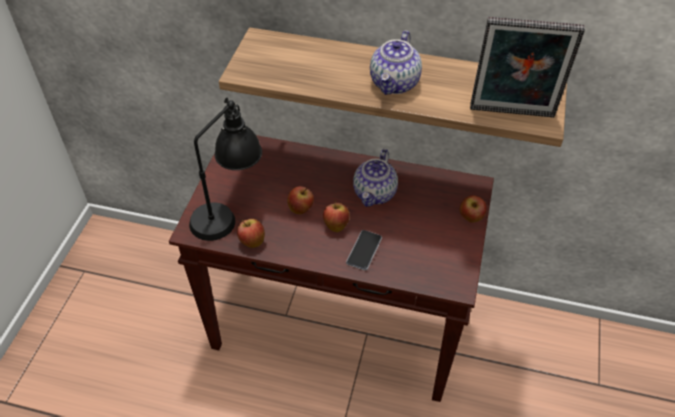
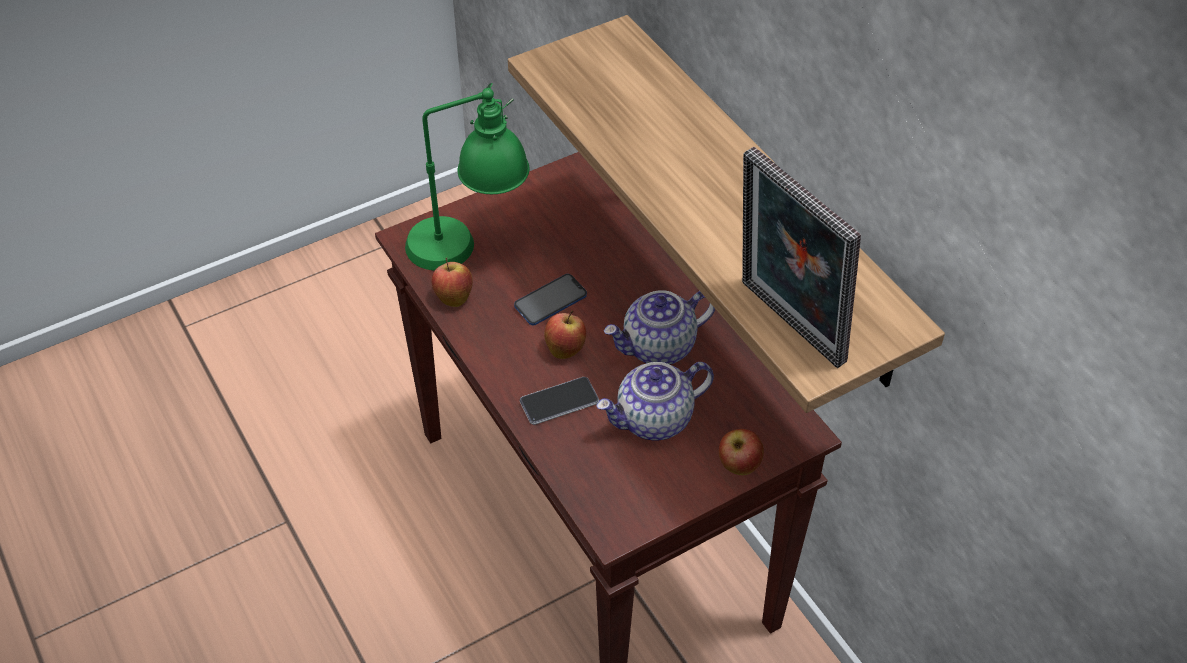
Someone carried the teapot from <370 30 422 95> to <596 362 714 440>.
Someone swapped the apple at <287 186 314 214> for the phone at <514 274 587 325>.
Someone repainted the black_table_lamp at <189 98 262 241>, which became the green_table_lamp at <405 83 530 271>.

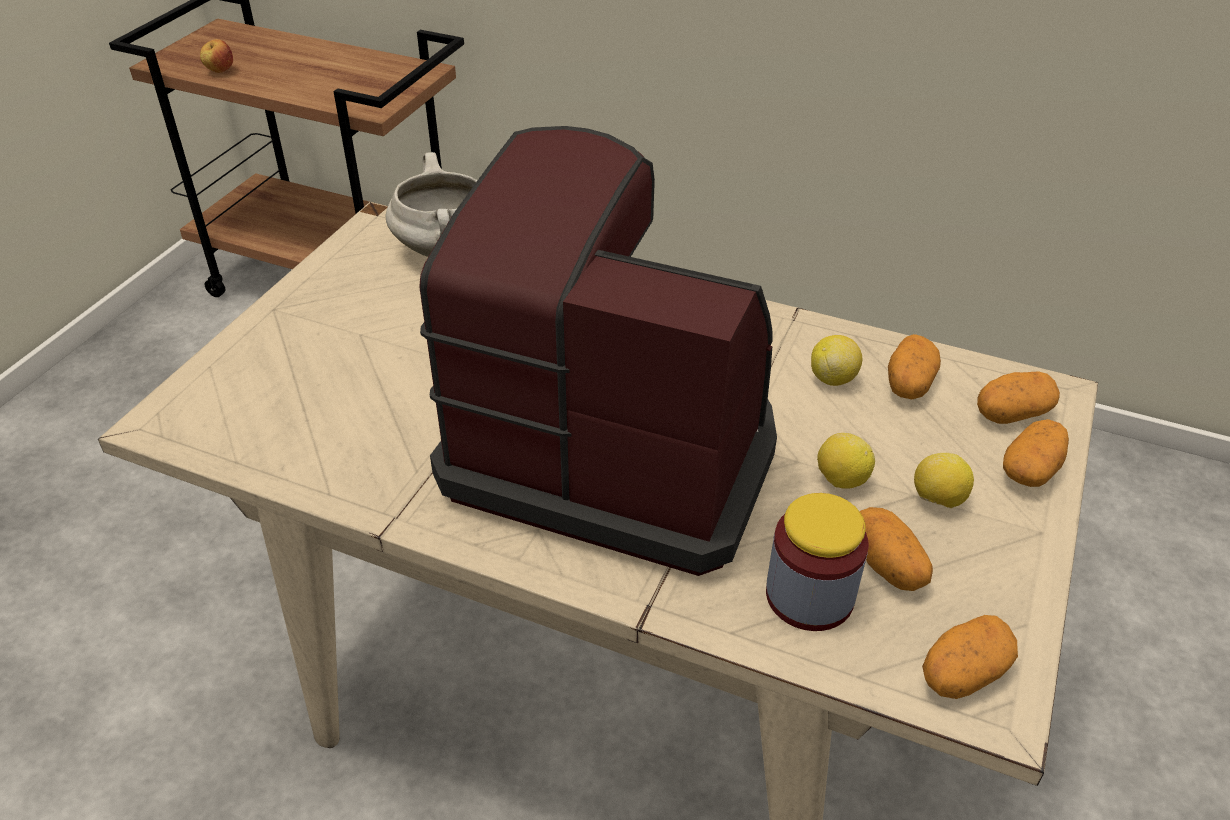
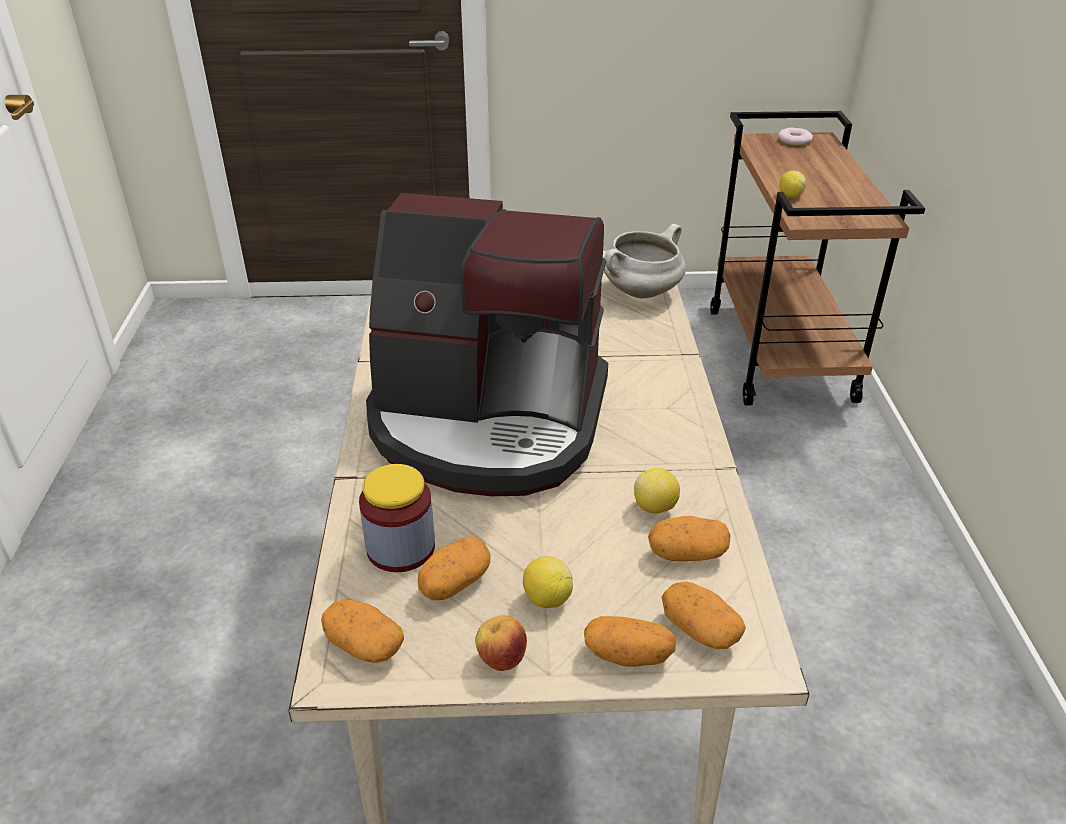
Someone put down the donut at <778 128 813 145>.
Someone carried the apple from <200 39 233 73> to <475 615 527 671>.
Someone carried the lemon from <817 433 875 489> to <779 170 806 198>.
Someone rotated the coffee_machine at <419 126 777 576> by 105 degrees clockwise.

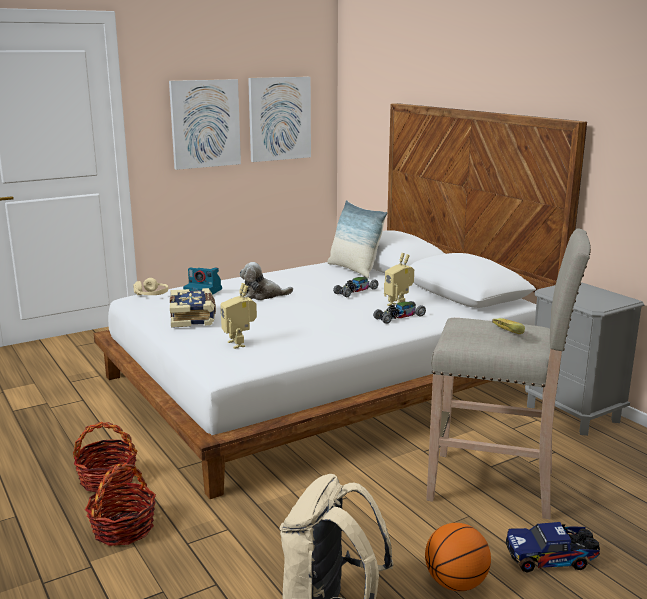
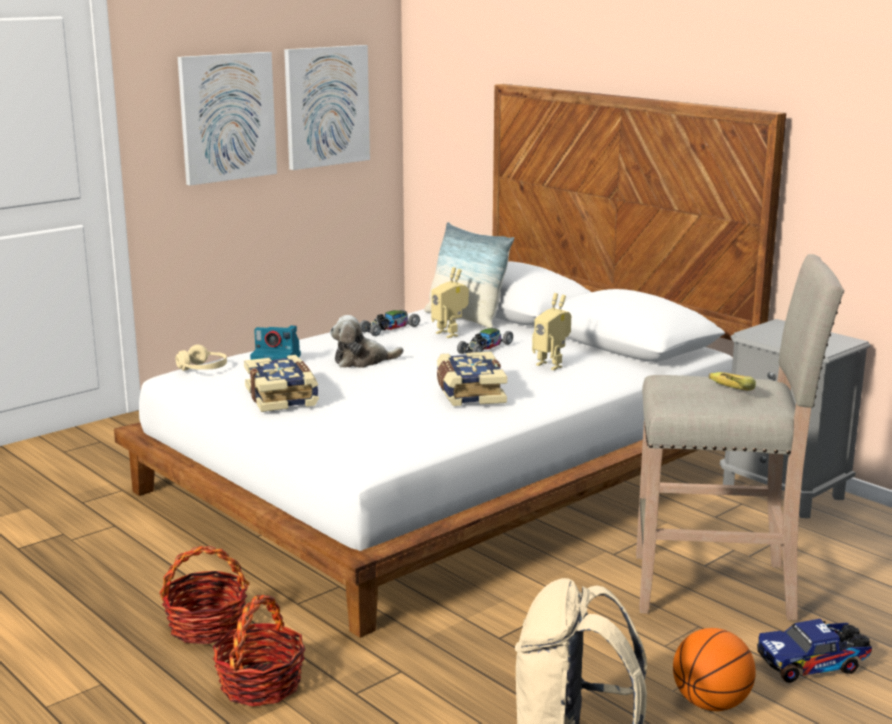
Someone put down the book at <437 352 507 406>.
Someone carried the toy_robot from <221 283 257 349> to <431 267 469 338>.
Someone carried the toy_car from <373 301 426 324> to <360 310 420 336>.

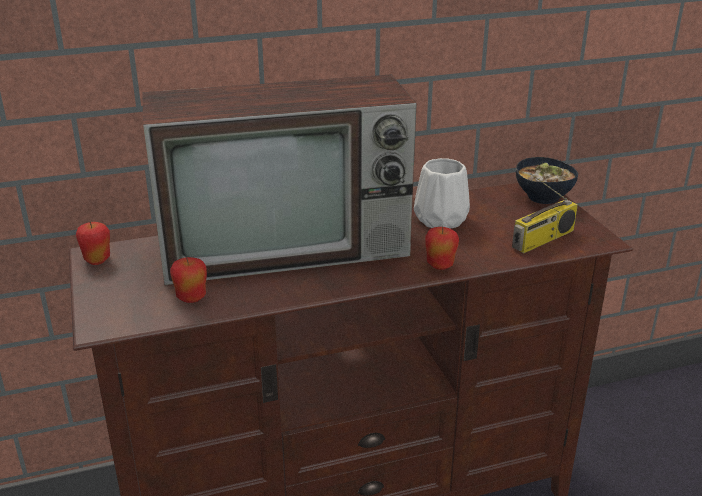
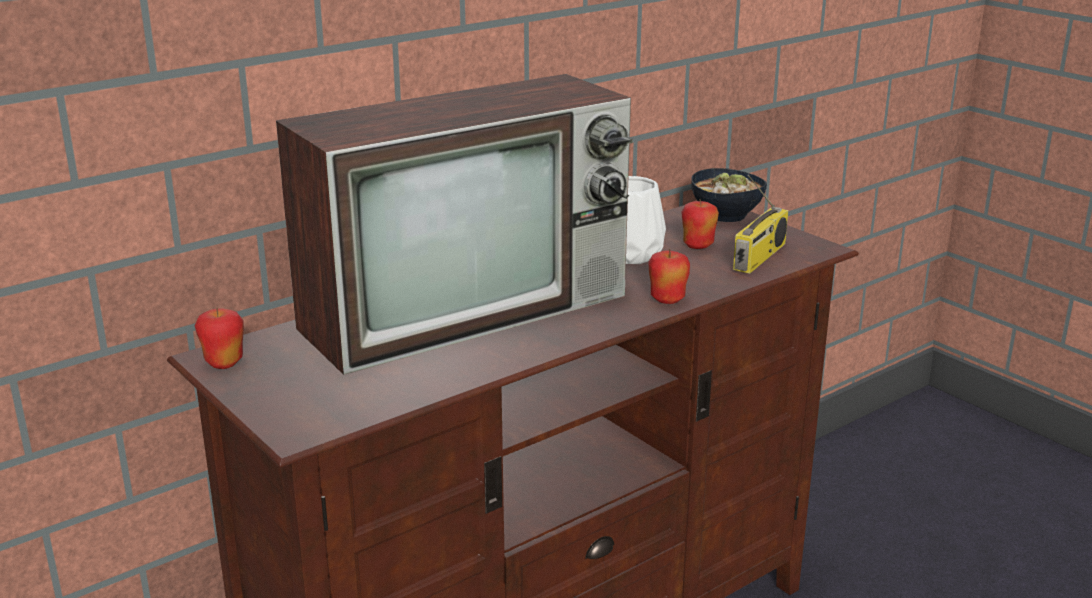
Someone carried the apple from <170 257 207 303> to <681 199 719 249>.

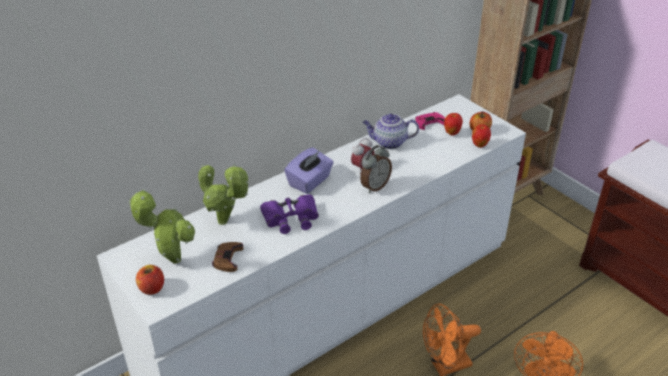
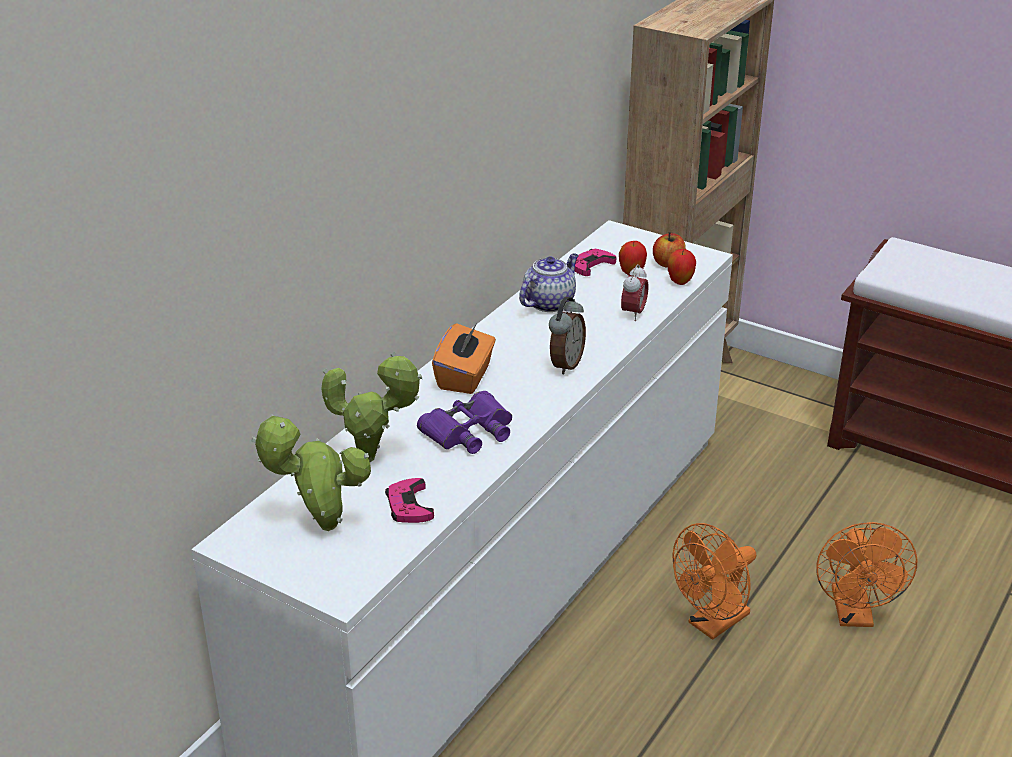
Someone took away the apple at <136 265 164 295>.
Someone carried the alarm_clock from <351 138 375 172> to <621 264 648 321>.
Someone repainted the brown_game_controller at <212 242 243 272>, which became the pink_game_controller at <385 478 434 523>.
Someone repainted the purple_tissue_box at <284 147 334 194>, which became the orange_tissue_box at <432 322 496 394>.
Someone rotated the teapot at <363 114 419 149> by 150 degrees clockwise.

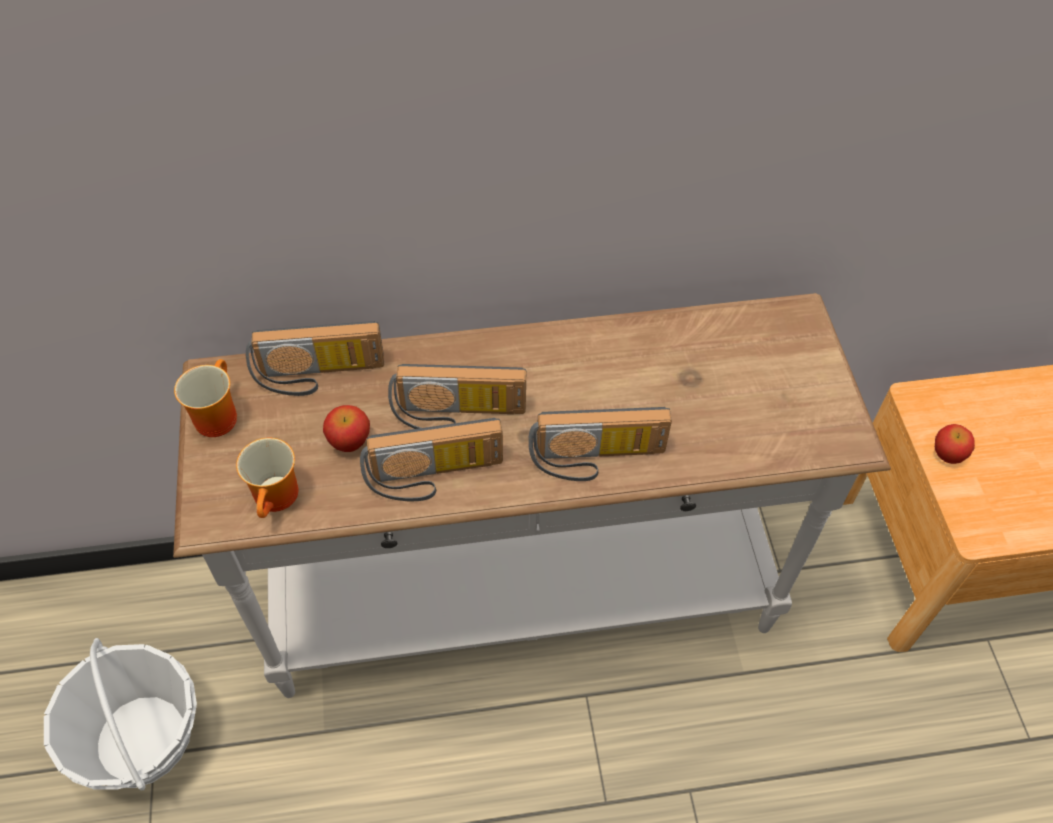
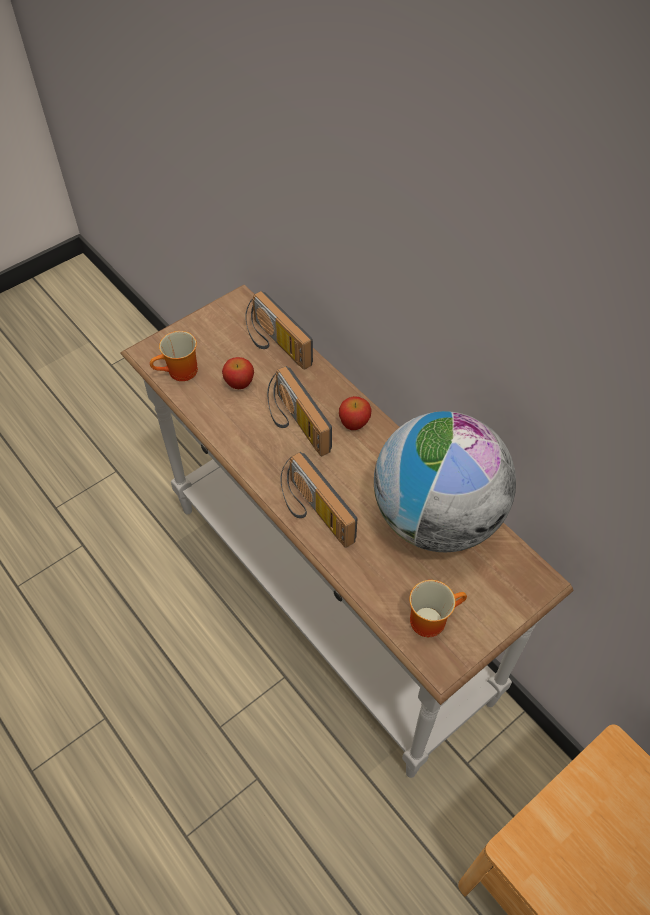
Someone took away the basket at <44 638 197 790>.
Someone took away the radio at <360 418 503 501>.
Someone put down the globe at <374 411 516 552>.
Someone carried the mug from <174 359 237 437> to <410 580 467 637>.
Someone carried the apple from <935 424 975 464> to <339 396 372 430>.

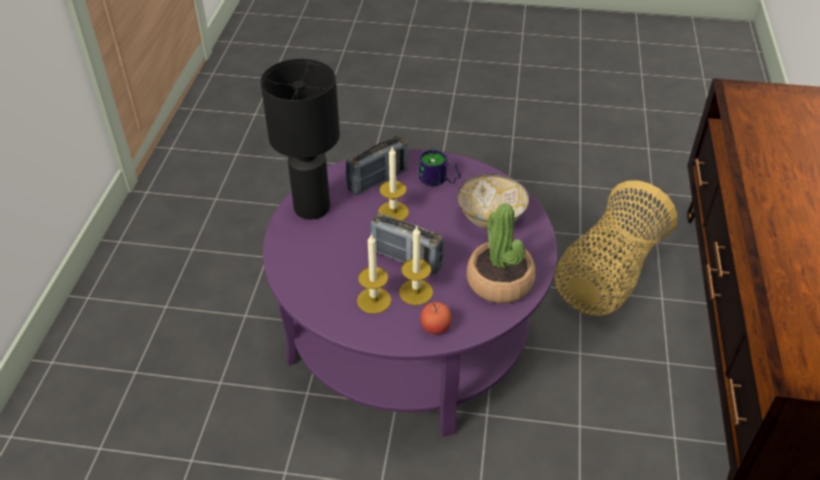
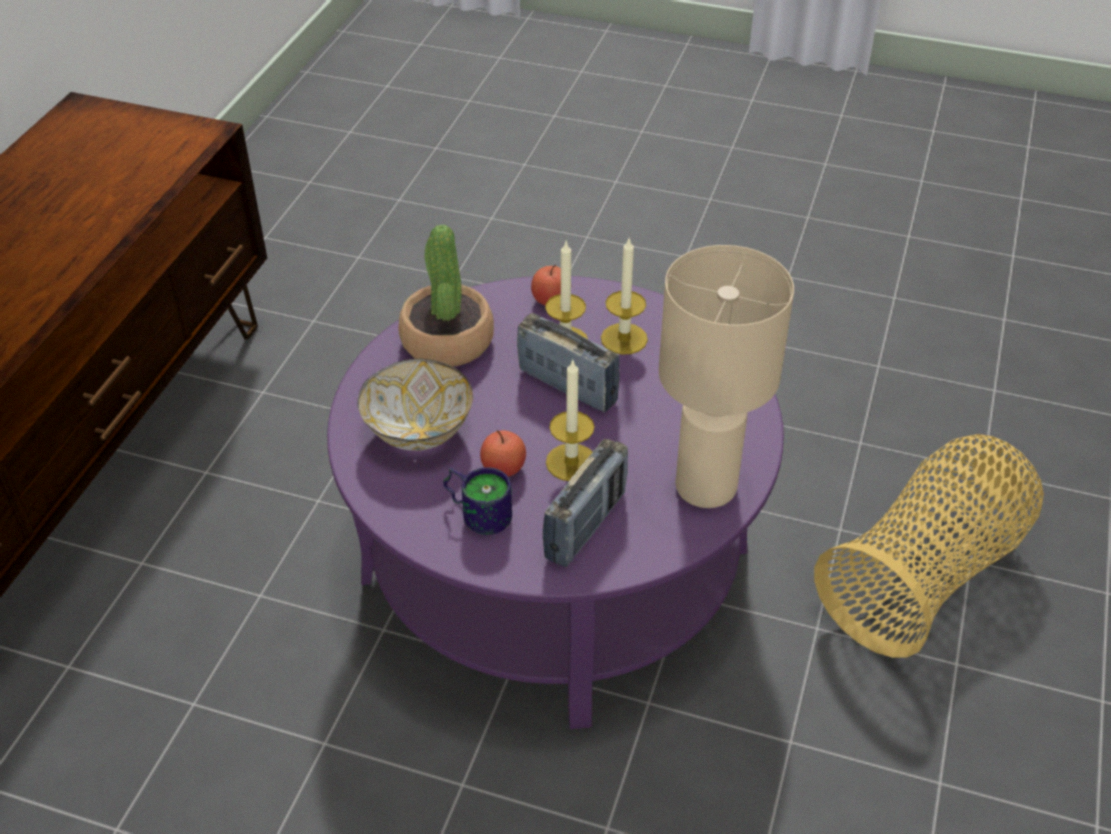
Someone put down the apple at <480 430 526 477>.
Someone carried the basket from <555 180 678 316> to <814 434 1044 658>.
Someone repainted the black_table_lamp at <260 59 340 220>, which became the beige_table_lamp at <659 245 794 508>.
Someone rotated the radio at <346 135 408 196> by 150 degrees clockwise.

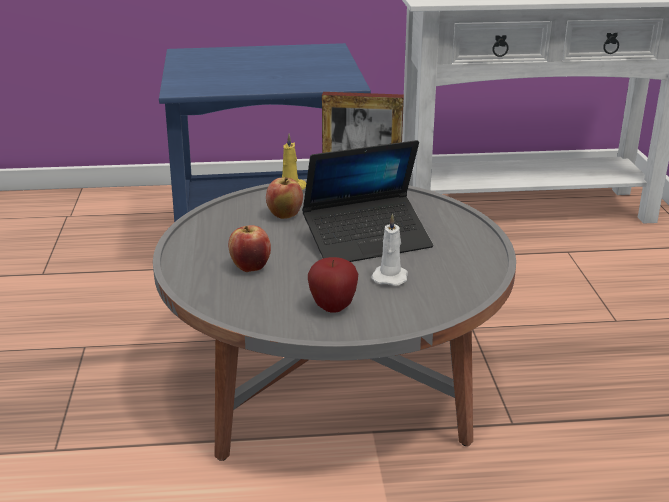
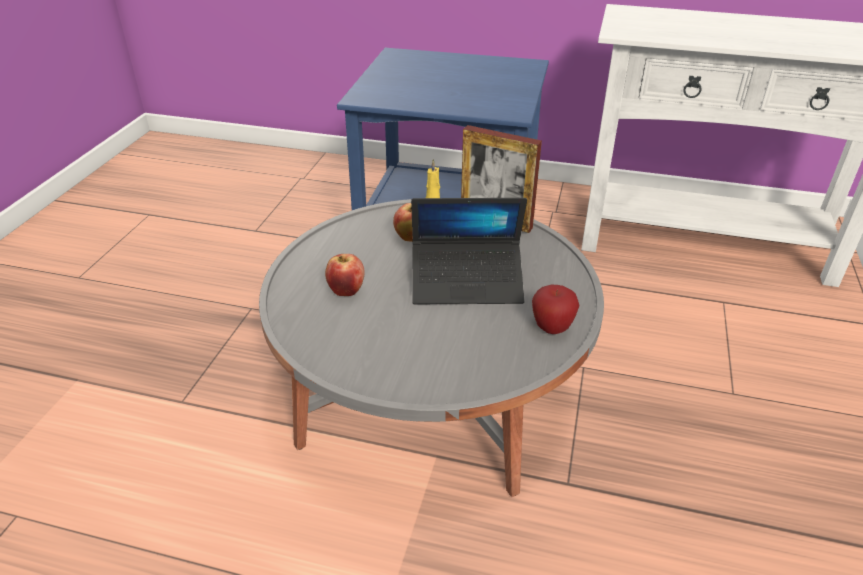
Someone took away the white_candle at <371 213 408 286>.
Someone carried the apple from <308 257 358 313> to <532 285 580 334>.

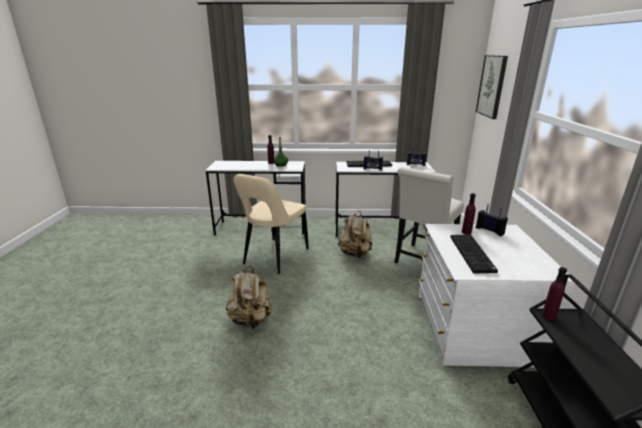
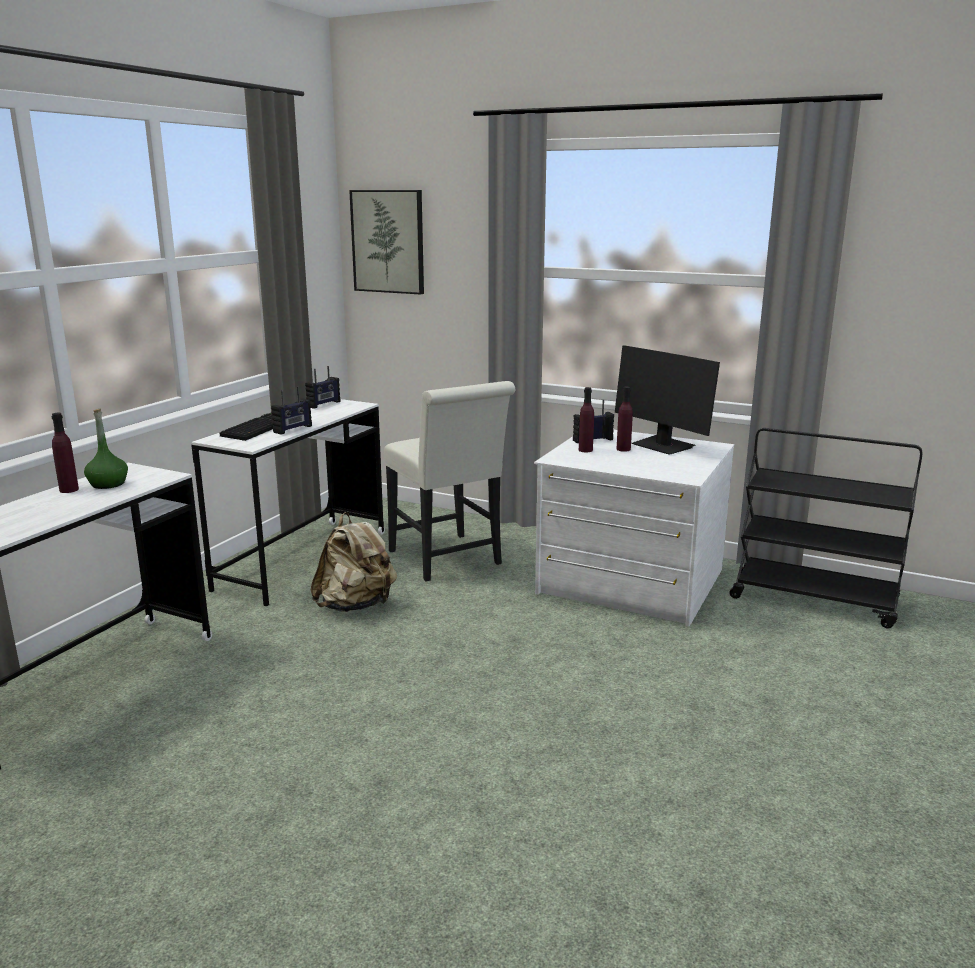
Someone took away the beige_backpack at <226 266 272 330>.
Someone took away the beige_chair at <233 174 309 274>.
Someone took away the keyboard at <450 234 498 274>.
Someone put down the monitor at <615 345 720 455>.
Someone carried the purple_bottle from <542 267 567 320> to <617 387 633 452>.

